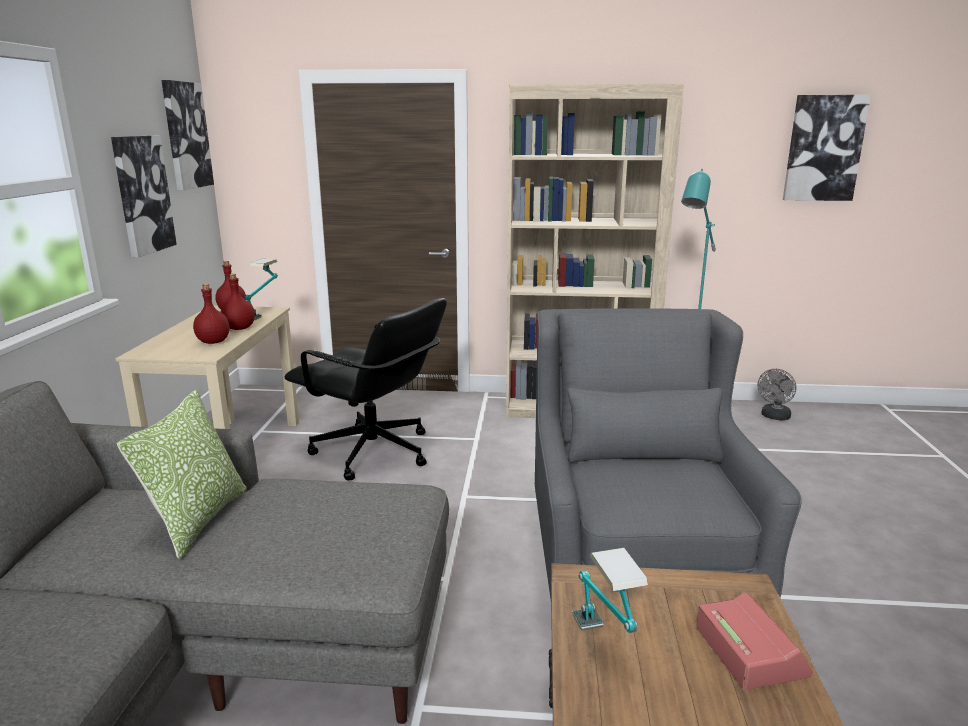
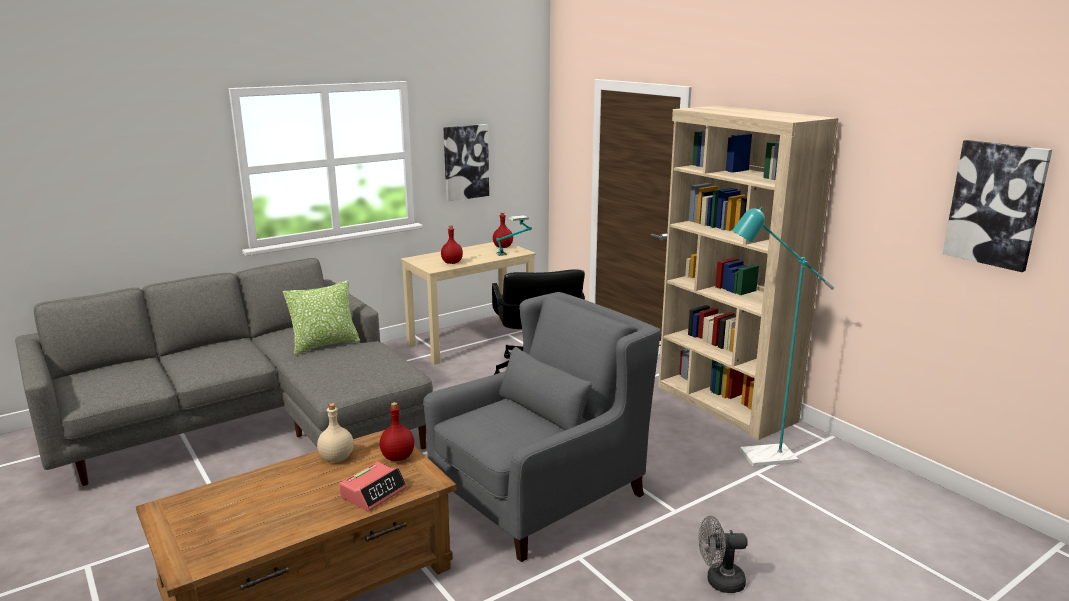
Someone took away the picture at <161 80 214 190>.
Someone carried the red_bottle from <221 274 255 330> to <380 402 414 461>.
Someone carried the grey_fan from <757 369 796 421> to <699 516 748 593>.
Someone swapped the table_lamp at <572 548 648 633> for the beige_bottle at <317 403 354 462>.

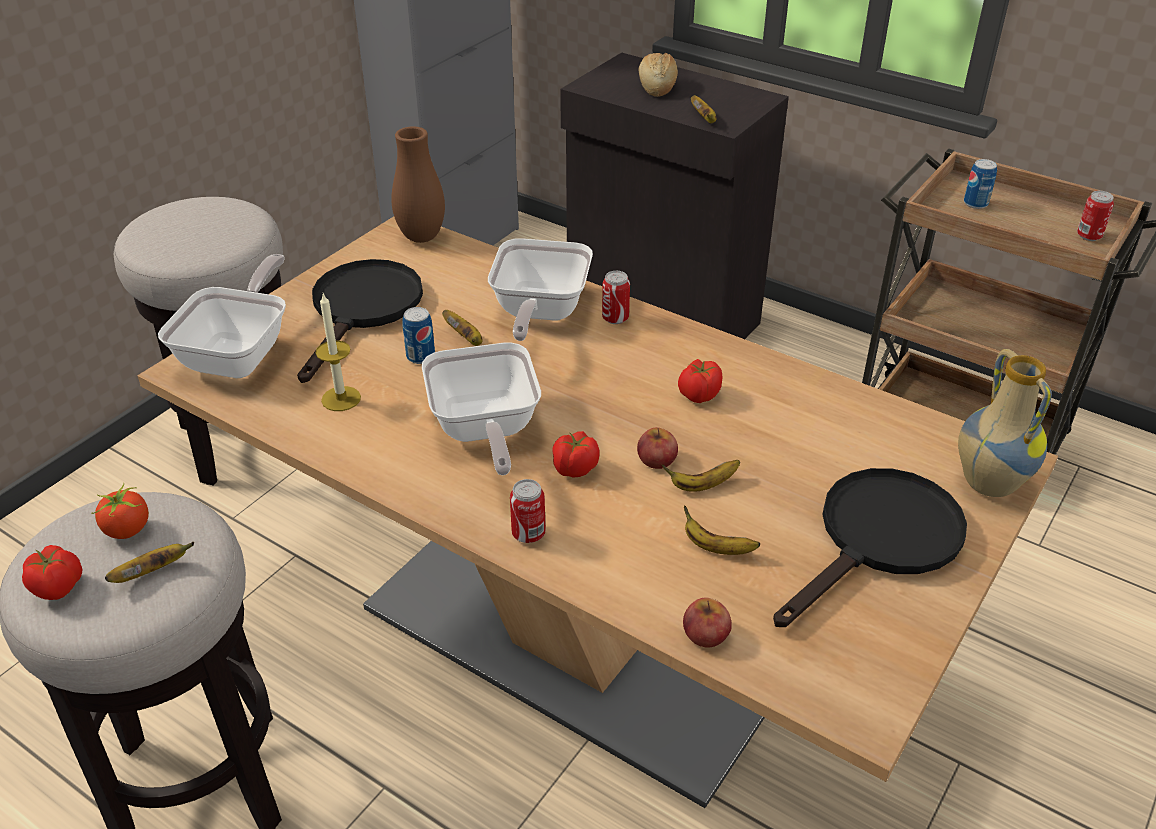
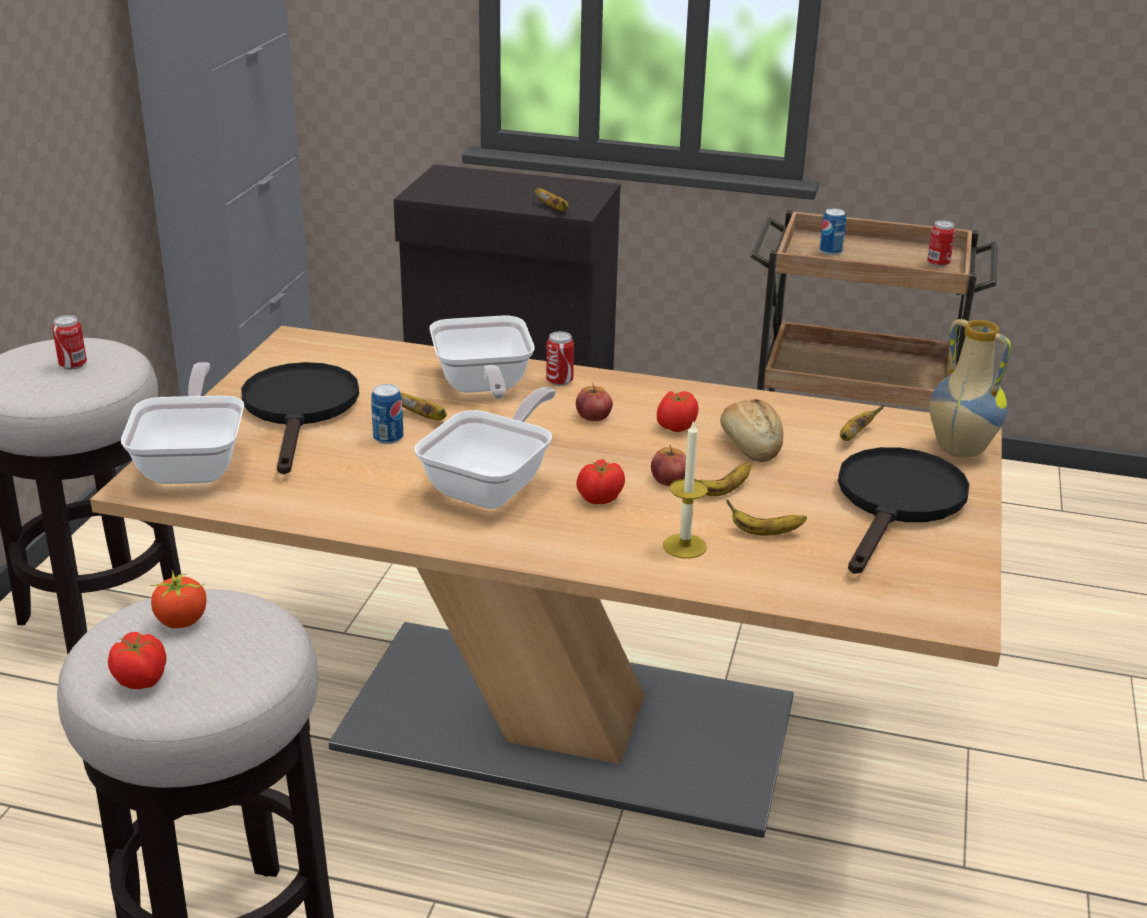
Someone took away the brown_vase at <391 127 445 243>.
Someone carried the banana from <105 542 194 583> to <840 405 884 441>.
Someone carried the candle from <315 294 361 411> to <663 420 708 559>.
Someone carried the can from <510 479 545 543> to <52 315 87 370>.
Someone carried the bread from <639 53 678 97> to <720 399 784 462>.
Someone carried the apple from <683 597 732 647> to <576 383 613 421>.
Someone rotated the frying_pan at <422 342 541 475> by 120 degrees counterclockwise.

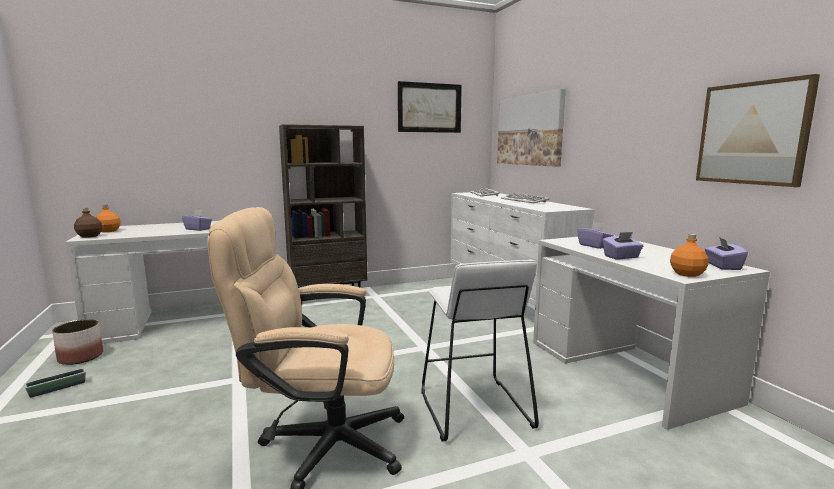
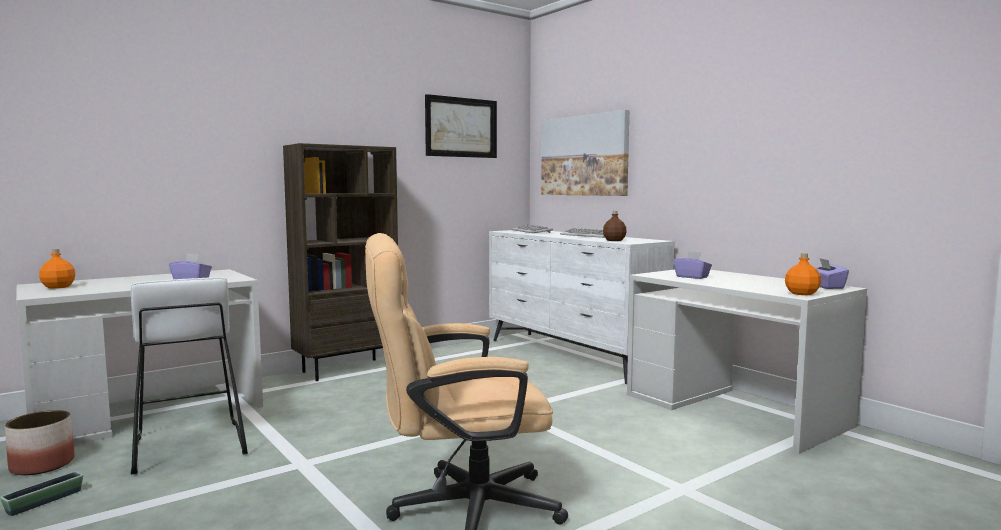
Someone took away the purple_tissue_box at <602 232 643 260>.
Someone took away the picture at <696 74 820 187>.
Someone carried the brown_bottle from <74 208 102 238> to <603 211 627 241>.
Someone carried the white_stool from <421 260 539 441> to <131 277 248 474>.

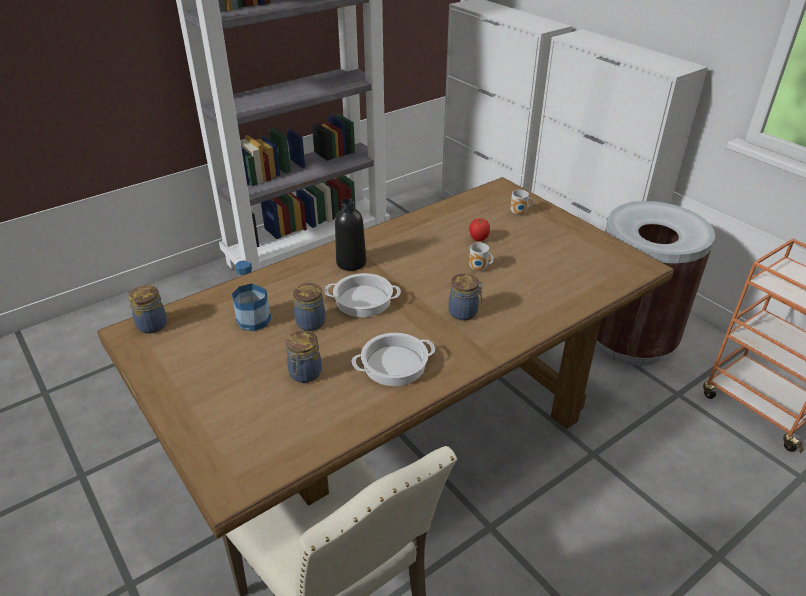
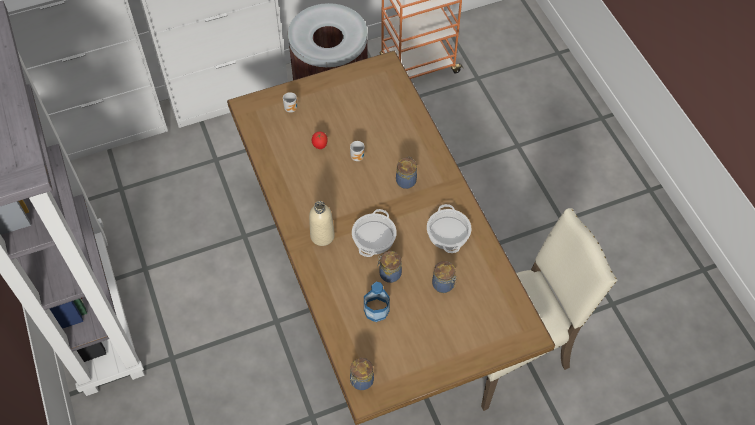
Someone repainted the black_bottle at <335 199 366 271>, which became the beige_bottle at <309 201 335 246>.

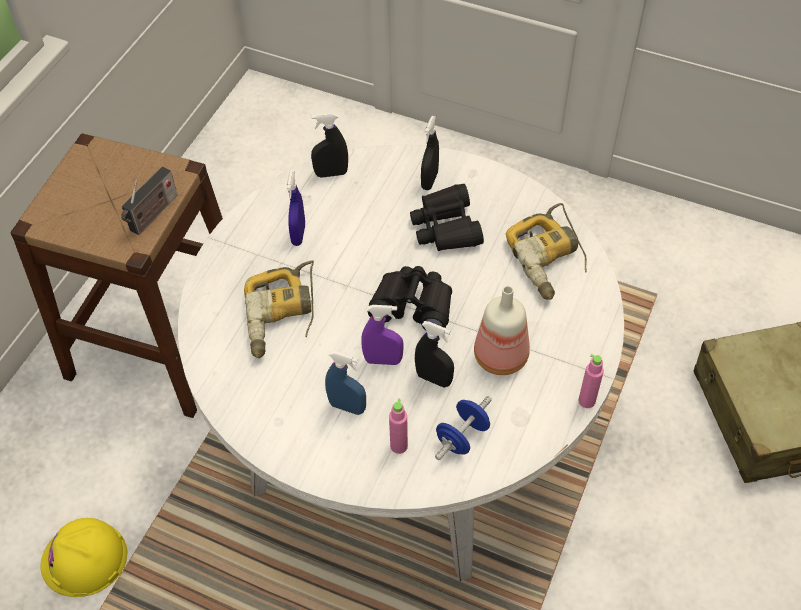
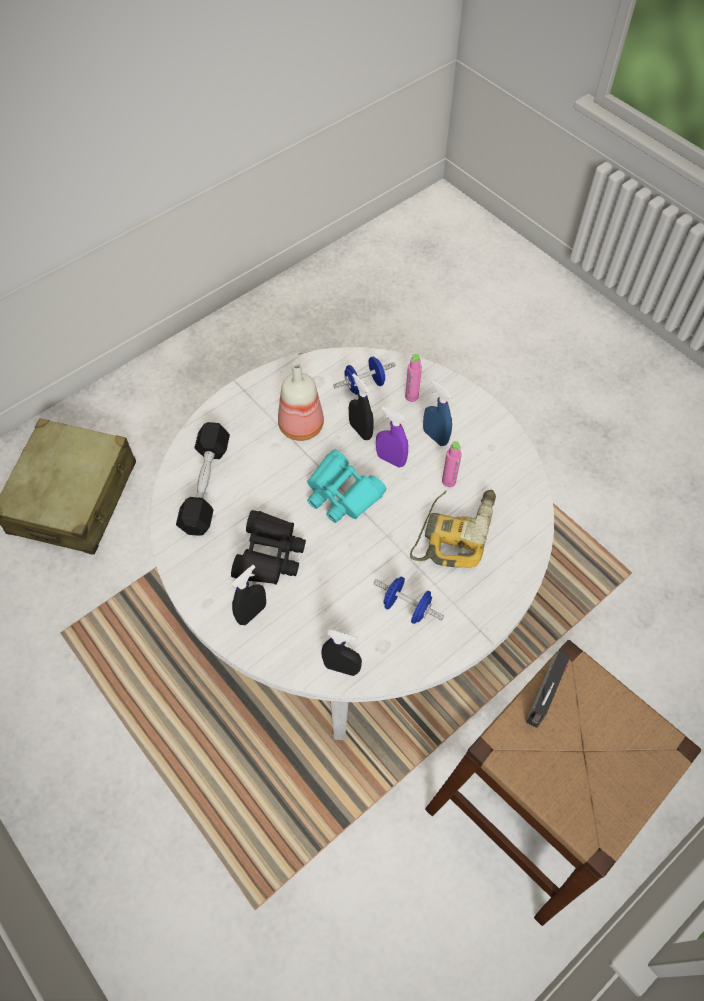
Someone took away the yellow_hard_hat at <40 518 127 597>.
Someone carried the pink_bottle from <578 354 604 408> to <442 441 462 487>.
Someone swapped the blue_spray_bottle at <287 171 305 246> for the blue_dumbbell at <373 577 444 624>.
Someone swapped the power_drill at <506 203 587 300> for the black_dumbbell at <176 422 230 536>.
Someone repainted the black_binoculars at <368 266 452 330>, which became the turquoise_binoculars at <307 450 386 523>.
Someone rotated the radio at <121 167 178 235> by 150 degrees clockwise.

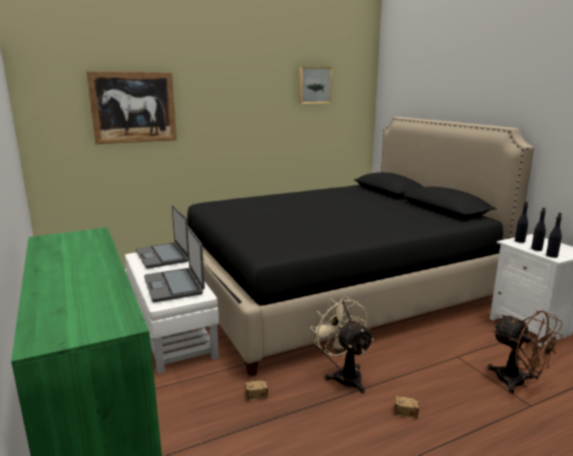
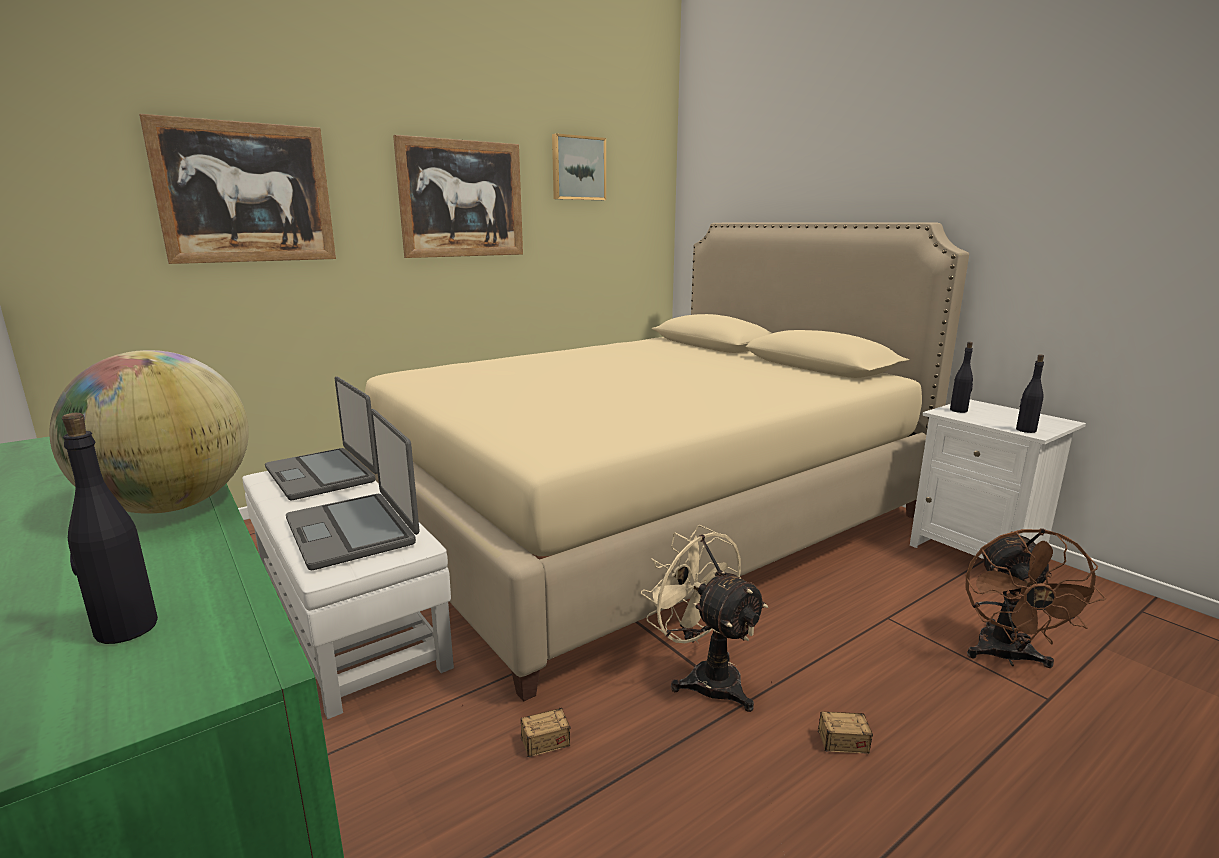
Someone put down the globe at <49 350 249 514>.
Someone put up the picture at <393 135 523 258>.
Someone carried the black_bottle from <531 208 546 251> to <62 413 158 644>.
Someone repainted the black_bed at <181 117 534 376>, which became the beige_bed at <348 222 969 702>.
Someone rotated the brown_fan at <488 311 563 394> by 60 degrees clockwise.

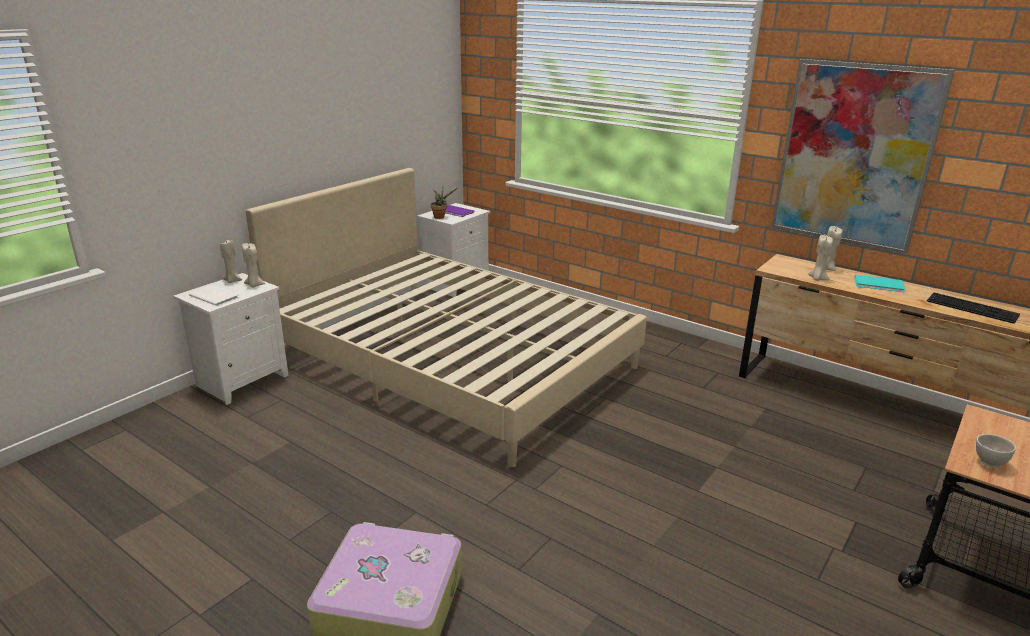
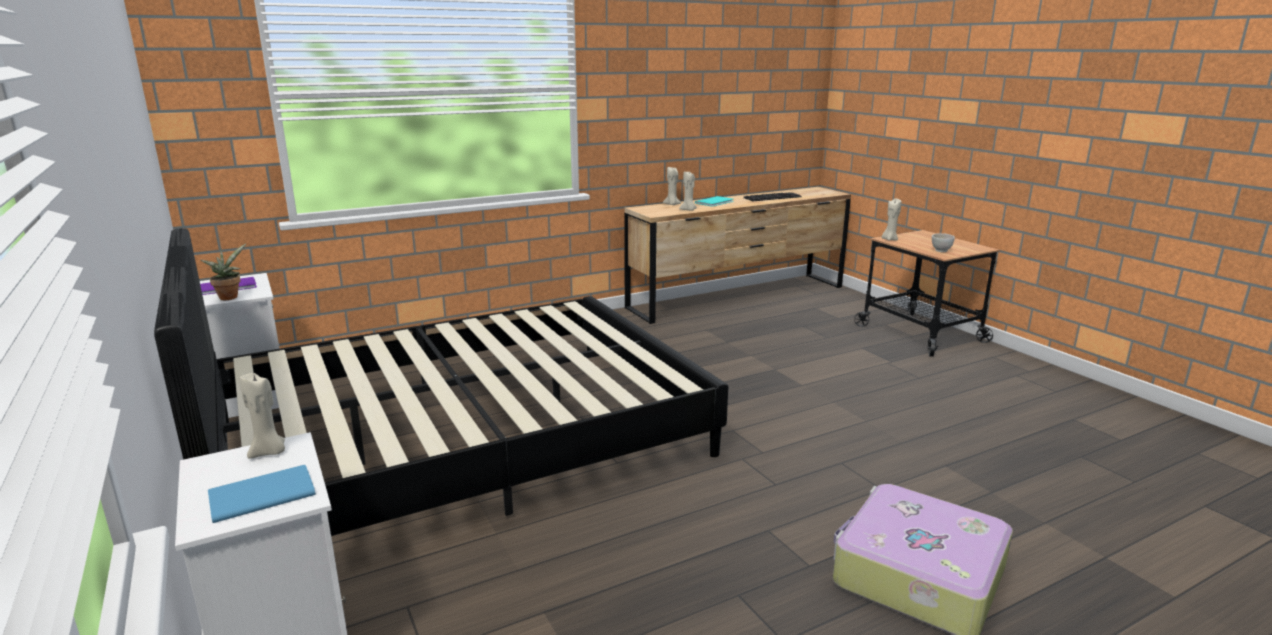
Someone took away the picture at <771 59 955 254>.
Someone carried the beige_candle from <220 240 242 283> to <882 199 902 241>.
Someone repainted the white_book at <189 285 239 306>, which became the blue_book at <208 465 316 523>.
Someone repainted the beige_bed at <246 168 647 467>, which became the black_bed at <154 228 729 536>.

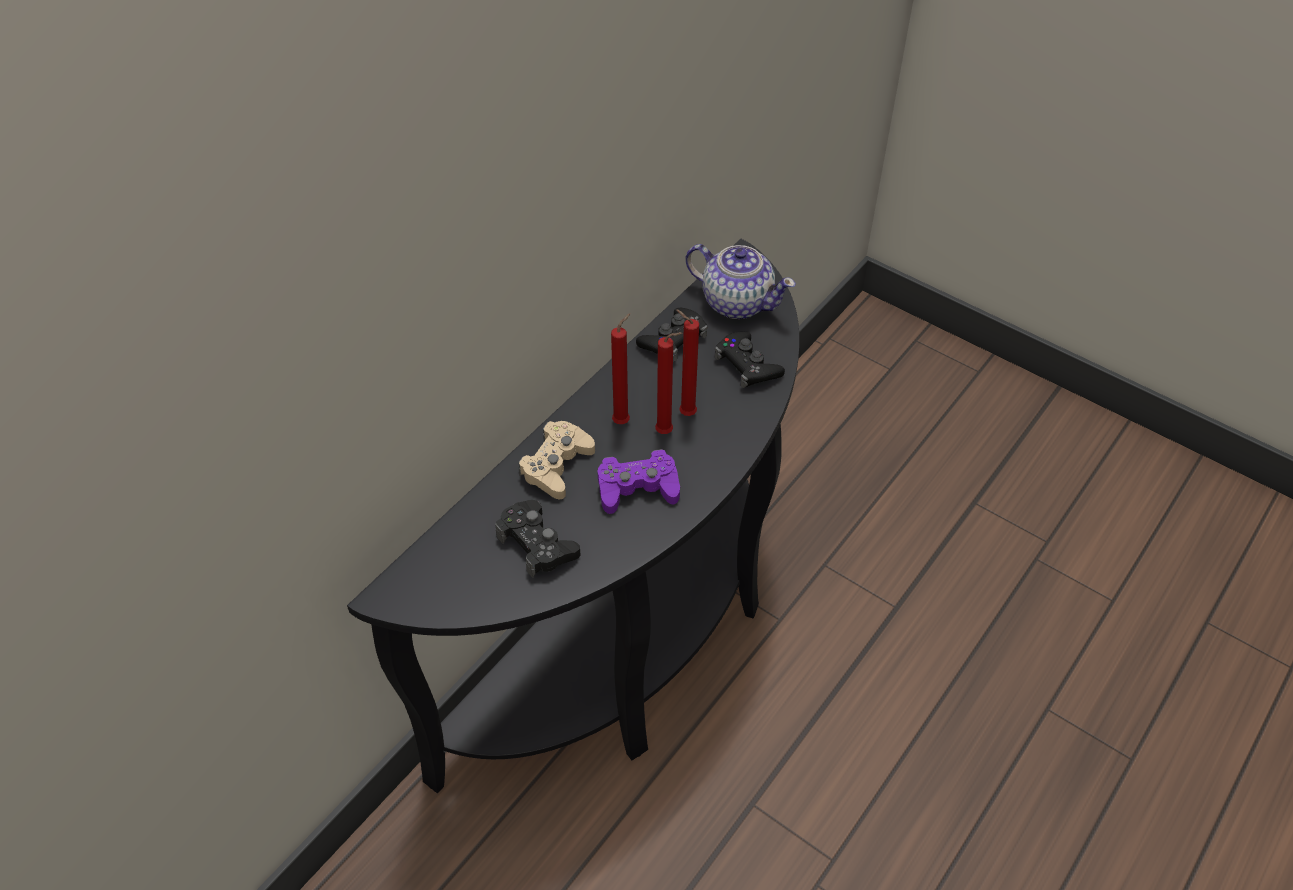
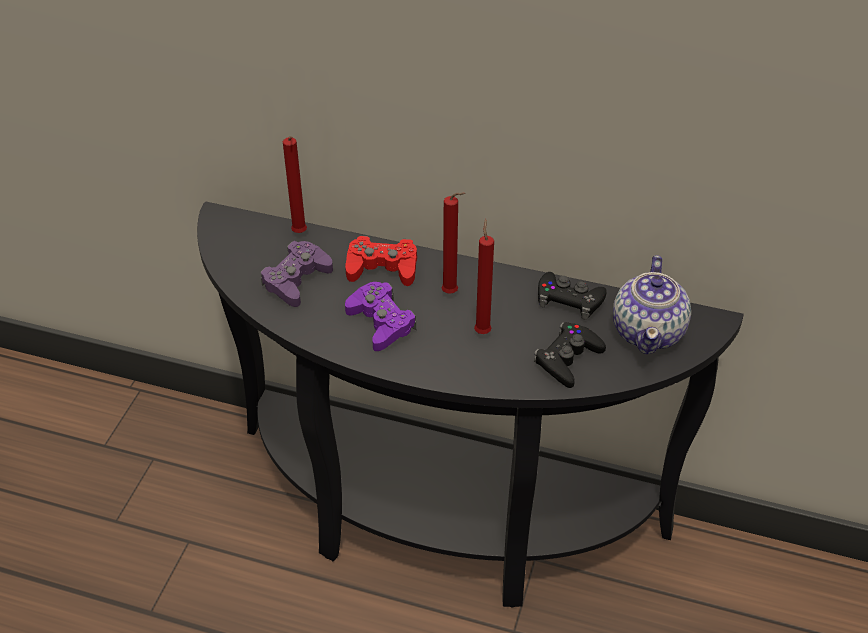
Someone carried the red_candle from <655 332 682 434> to <283 136 307 233>.
Someone repainted the black_game_controller at <496 500 580 578>, which became the purple_game_controller at <261 241 333 307>.
Someone repainted the beige_game_controller at <519 421 595 500>, which became the red_game_controller at <345 236 417 286>.

